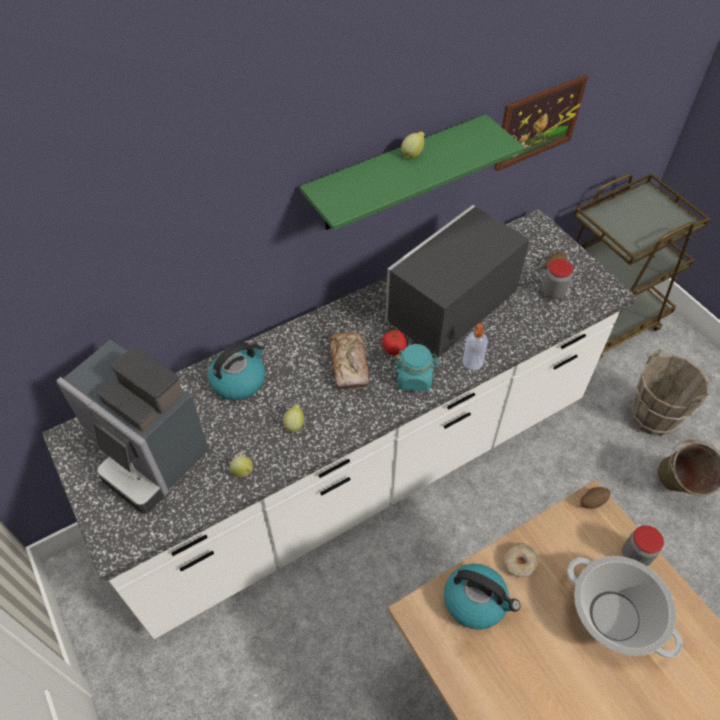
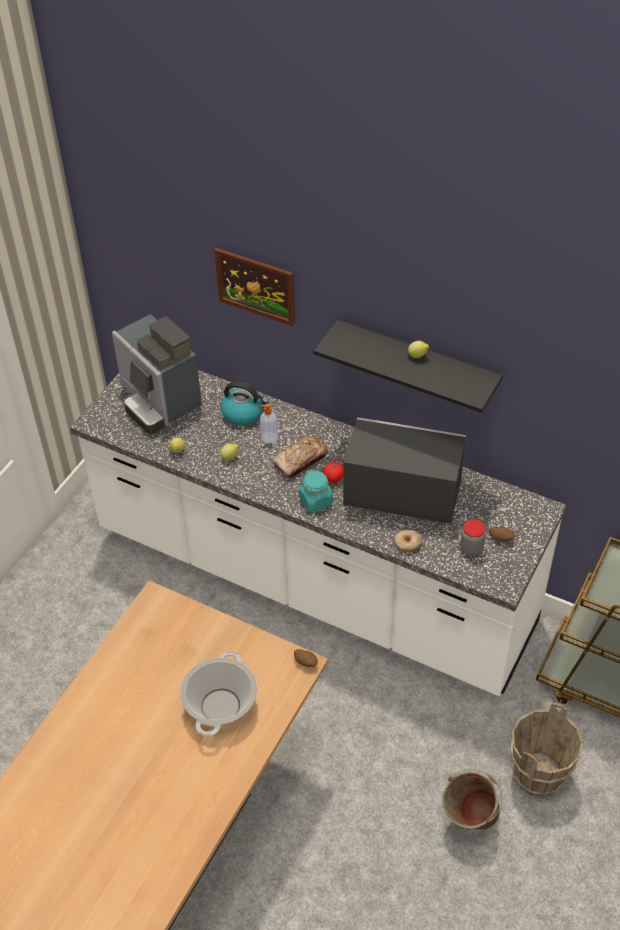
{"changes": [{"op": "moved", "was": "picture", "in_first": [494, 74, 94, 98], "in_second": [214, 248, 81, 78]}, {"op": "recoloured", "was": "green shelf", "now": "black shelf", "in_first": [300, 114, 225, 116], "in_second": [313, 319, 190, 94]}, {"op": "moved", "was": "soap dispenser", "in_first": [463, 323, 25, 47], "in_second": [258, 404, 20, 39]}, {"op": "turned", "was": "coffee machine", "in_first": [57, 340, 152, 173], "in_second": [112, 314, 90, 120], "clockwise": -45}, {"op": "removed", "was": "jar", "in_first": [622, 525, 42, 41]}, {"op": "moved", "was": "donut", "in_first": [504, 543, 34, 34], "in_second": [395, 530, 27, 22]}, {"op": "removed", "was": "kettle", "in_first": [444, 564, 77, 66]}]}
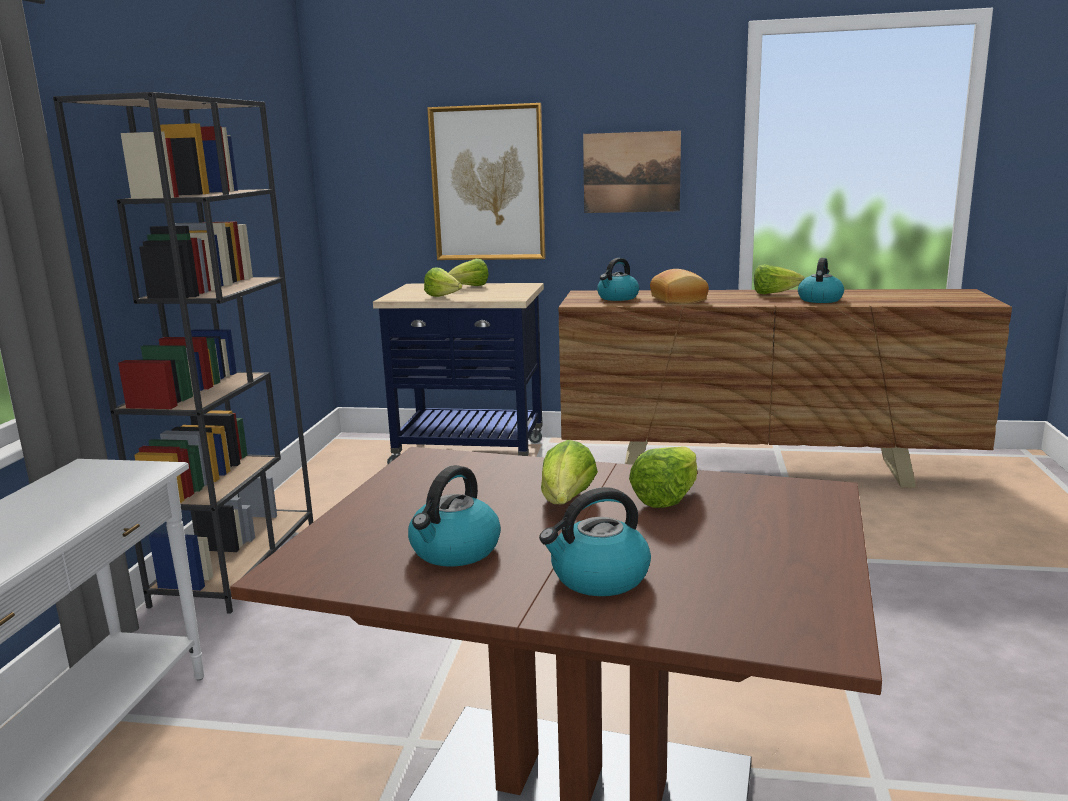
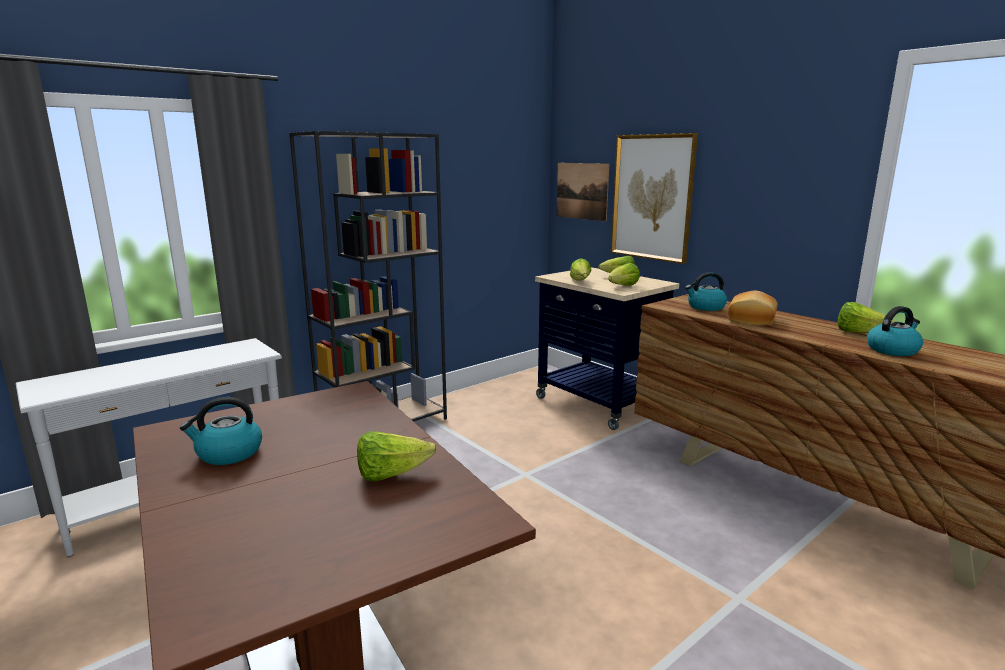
{"changes": [{"op": "moved", "was": "picture", "in_first": [583, 131, 98, 82], "in_second": [557, 163, 52, 59]}, {"op": "moved", "was": "lettuce", "in_first": [541, 440, 57, 64], "in_second": [608, 263, 32, 23]}, {"op": "removed", "was": "kettle", "in_first": [539, 487, 112, 109]}]}
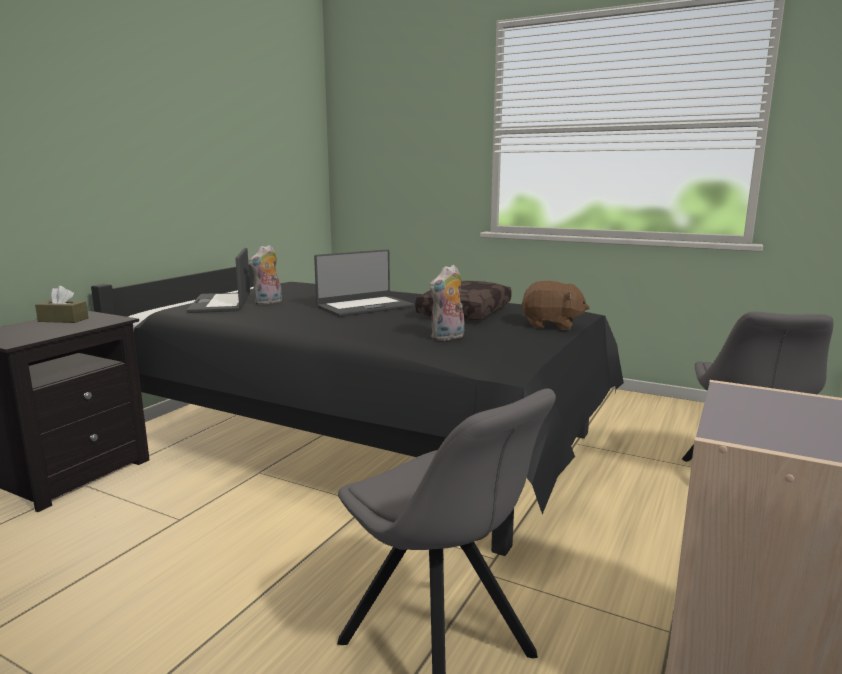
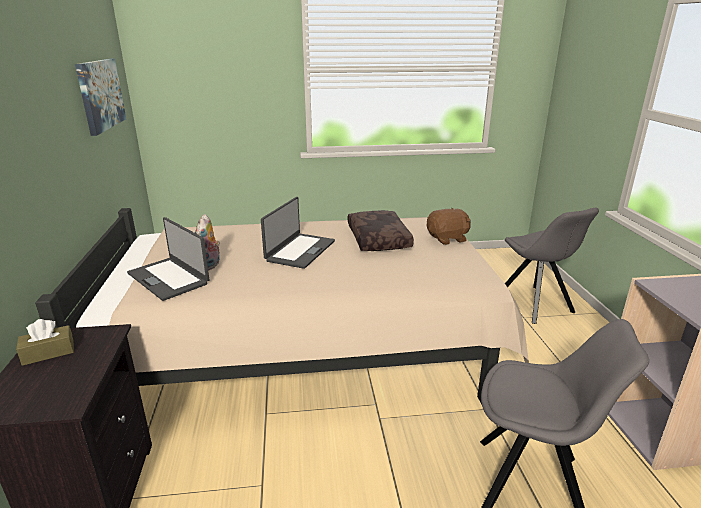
{"changes": [{"op": "recoloured", "was": "black bed", "now": "beige bed", "in_first": [91, 264, 533, 292], "in_second": [35, 208, 494, 196]}, {"op": "removed", "was": "plush toy", "in_first": [429, 265, 36, 76]}, {"op": "added", "now": "picture", "in_second": [75, 59, 51, 77]}]}
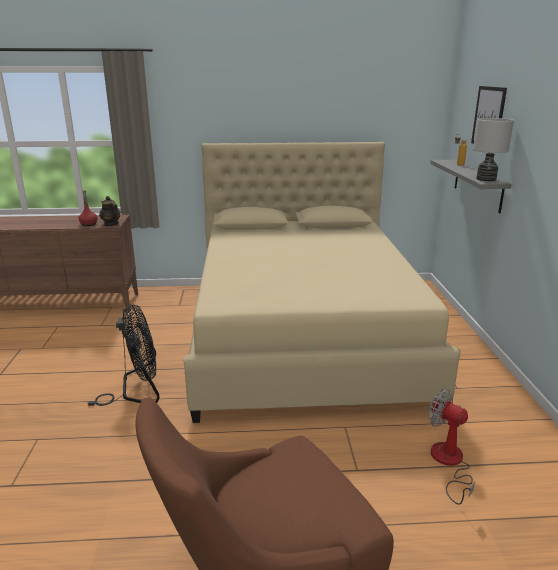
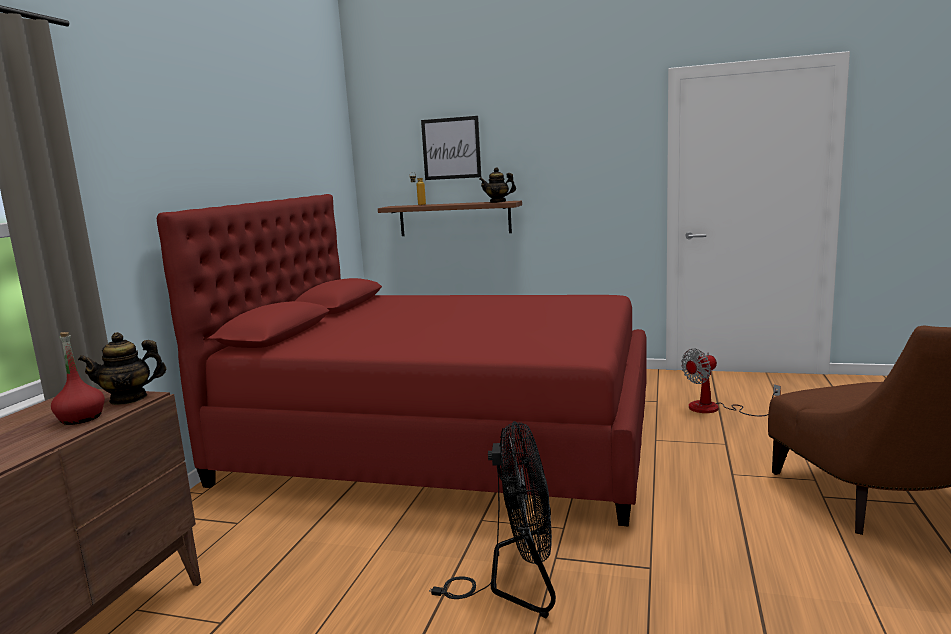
{"changes": [{"op": "replaced", "was": "grey table lamp", "now": "teapot", "in_first": [473, 118, 41, 63], "in_second": [479, 167, 37, 36]}, {"op": "recoloured", "was": "beige bed", "now": "red bed", "in_first": [183, 142, 278, 281], "in_second": [157, 194, 490, 333]}, {"op": "recoloured", "was": "grey shelf", "now": "brown shelf", "in_first": [430, 160, 82, 53], "in_second": [378, 201, 144, 35]}, {"op": "turned", "was": "black fan", "in_first": [87, 304, 72, 102], "in_second": [429, 421, 127, 198], "clockwise": 90}]}
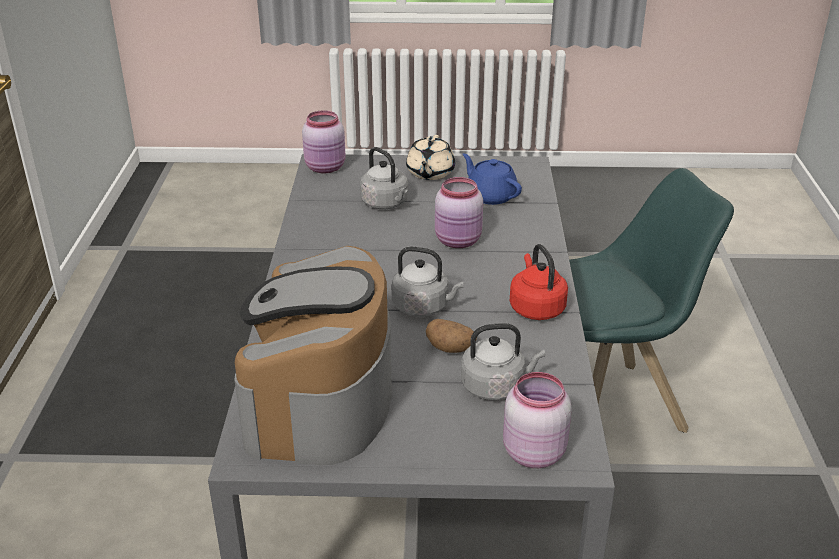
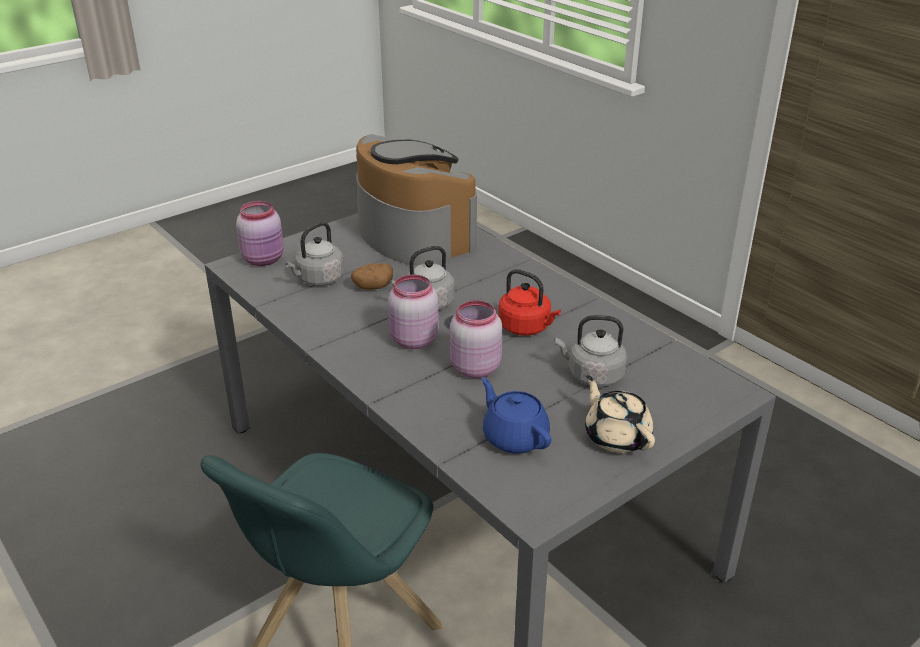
{"changes": [{"op": "moved", "was": "pink jar", "in_first": [302, 110, 44, 63], "in_second": [388, 274, 51, 75]}, {"op": "turned", "was": "blue teapot", "in_first": [463, 153, 59, 52], "in_second": [482, 378, 69, 76], "clockwise": -135}, {"op": "moved", "was": "red kettle", "in_first": [510, 244, 58, 76], "in_second": [498, 269, 63, 67]}]}
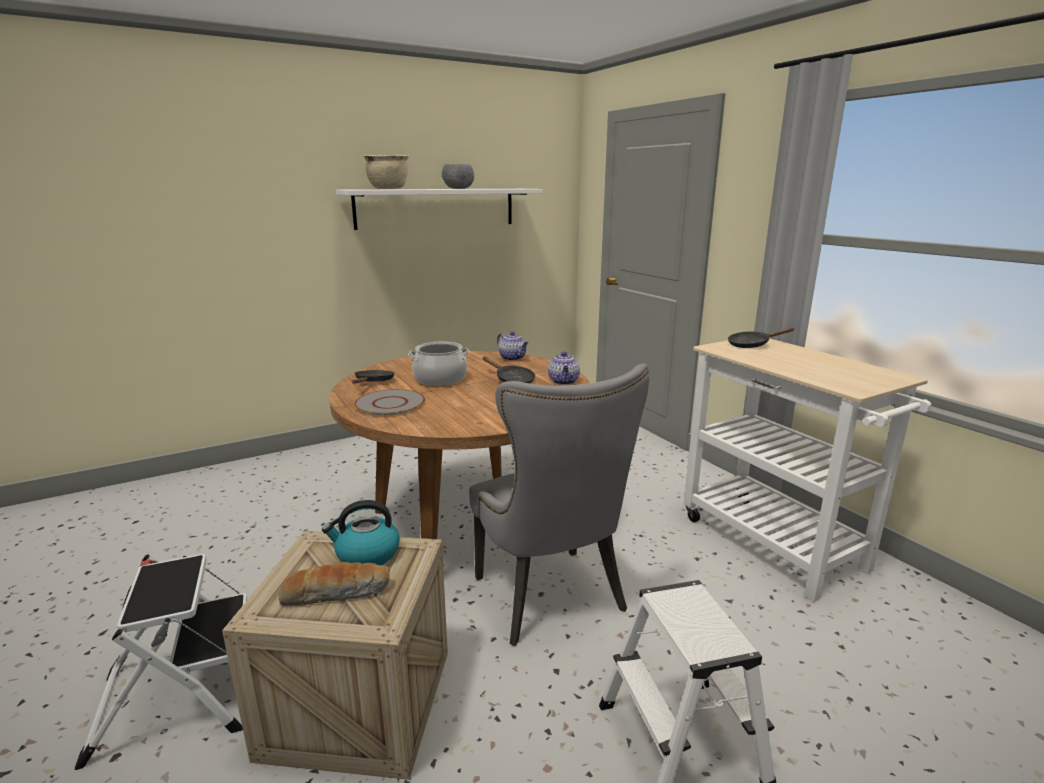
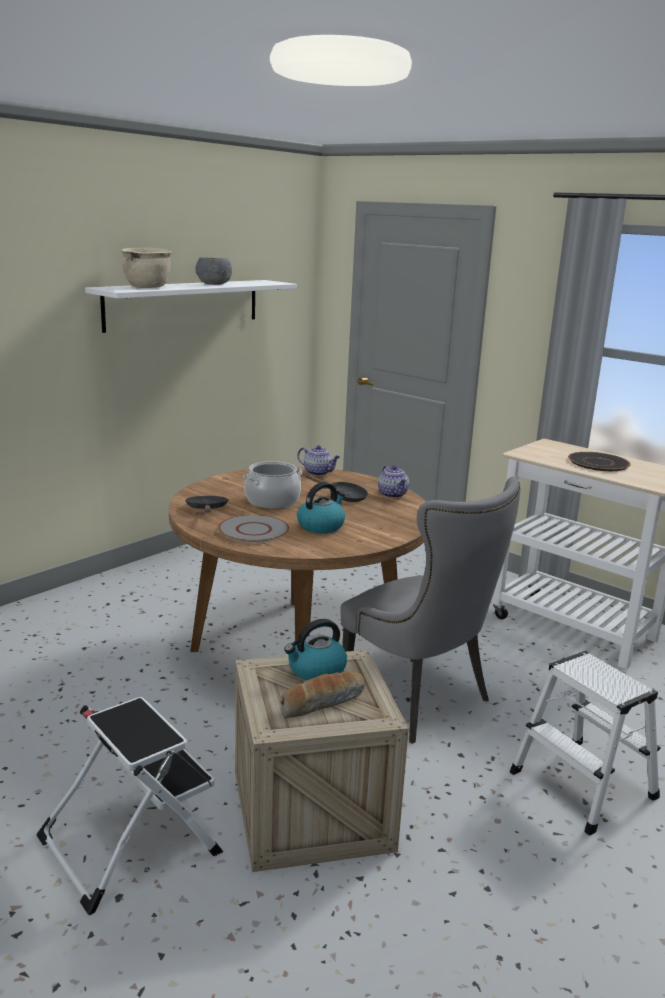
{"changes": [{"op": "removed", "was": "black frying pan", "in_first": [728, 328, 66, 20]}, {"op": "added", "now": "black plate", "in_second": [568, 452, 63, 19]}, {"op": "added", "now": "kettle", "in_second": [297, 482, 48, 51]}]}
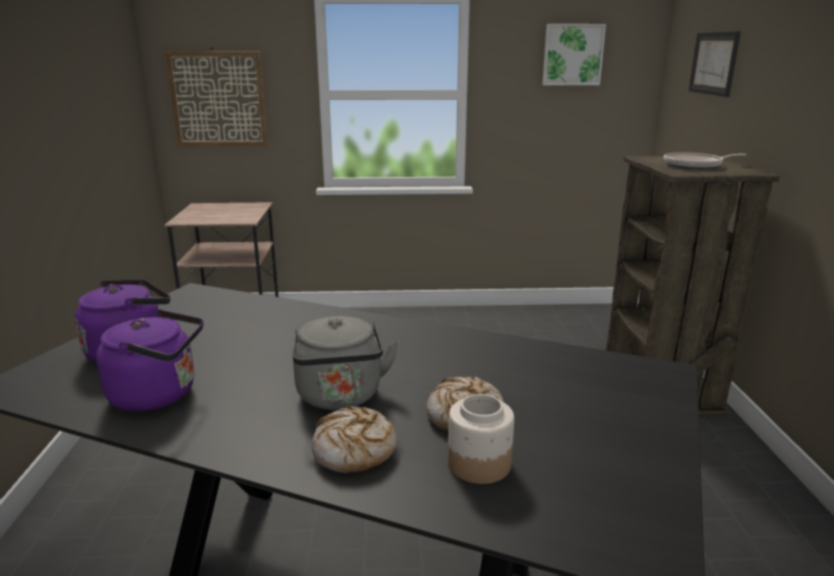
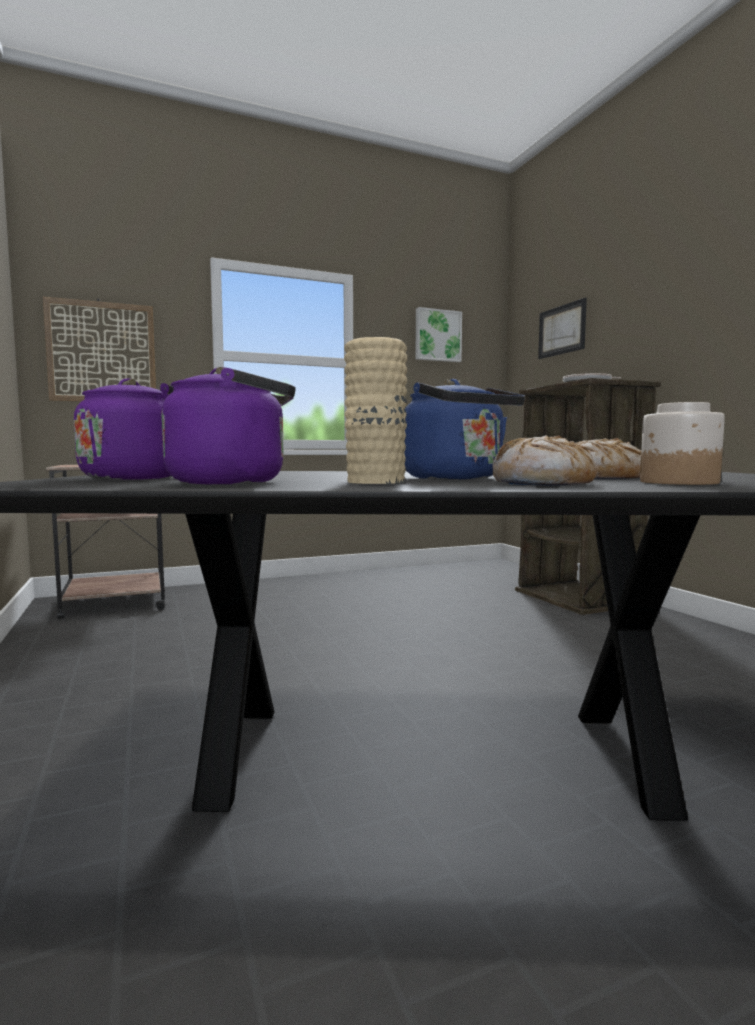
{"changes": [{"op": "recoloured", "was": "grey kettle", "now": "blue kettle", "in_first": [293, 316, 106, 94], "in_second": [404, 379, 121, 101]}, {"op": "added", "now": "beige vase", "in_second": [344, 337, 63, 147]}]}
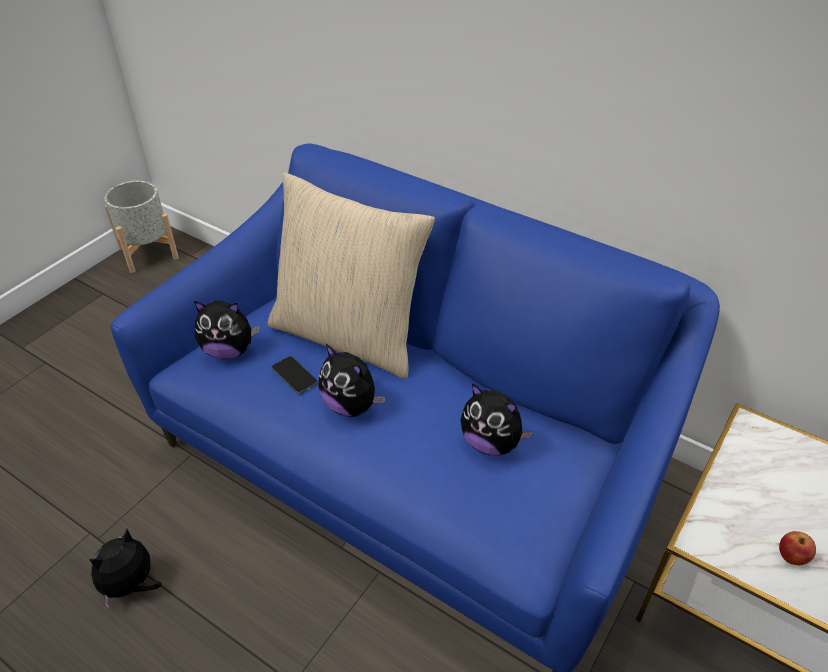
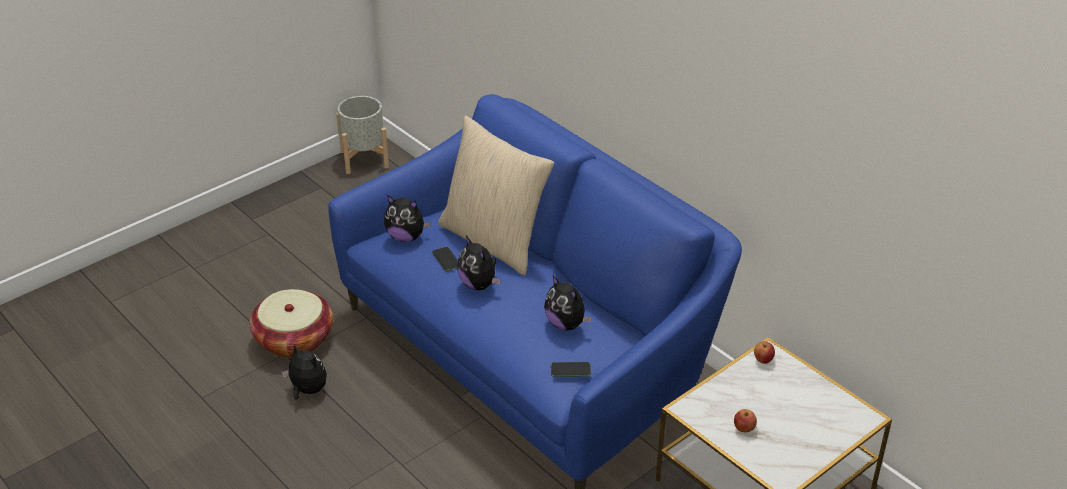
{"changes": [{"op": "turned", "was": "plush toy", "in_first": [89, 529, 73, 80], "in_second": [282, 344, 45, 56], "clockwise": 75}, {"op": "added", "now": "basket", "in_second": [250, 289, 83, 69]}, {"op": "added", "now": "apple", "in_second": [754, 341, 21, 23]}, {"op": "added", "now": "phone", "in_second": [551, 362, 40, 15]}]}
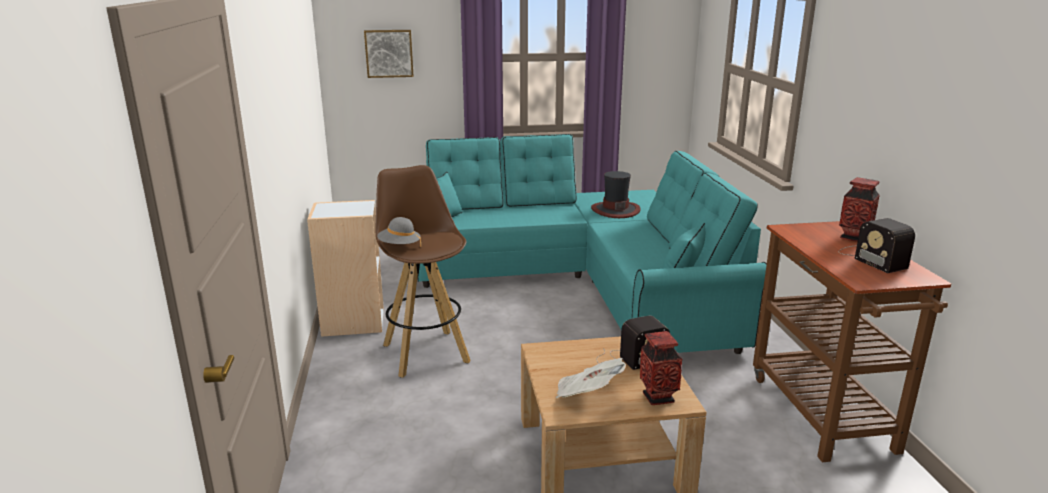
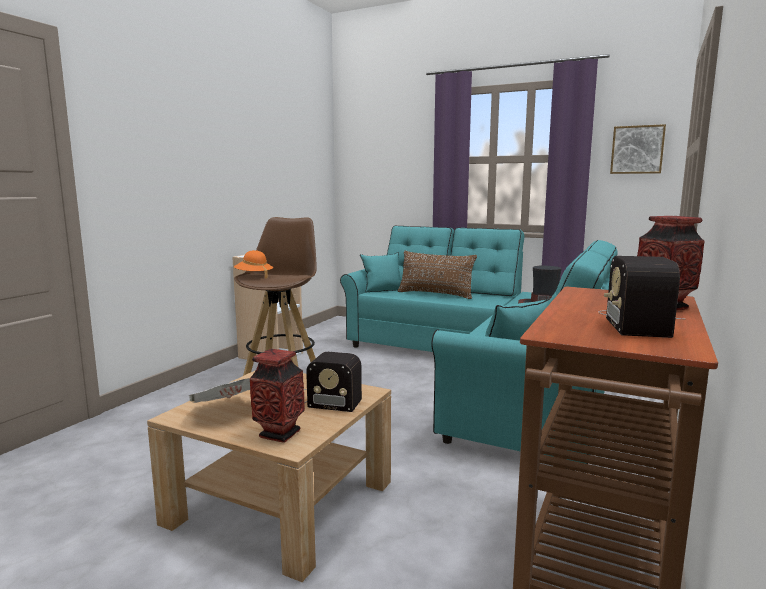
{"changes": [{"op": "moved", "was": "picture", "in_first": [364, 30, 50, 48], "in_second": [610, 124, 56, 50]}, {"op": "recoloured", "was": "grey hat", "now": "orange hat", "in_first": [377, 217, 44, 30], "in_second": [234, 250, 39, 29]}, {"op": "added", "now": "brown pillow", "in_second": [398, 251, 79, 48]}]}
